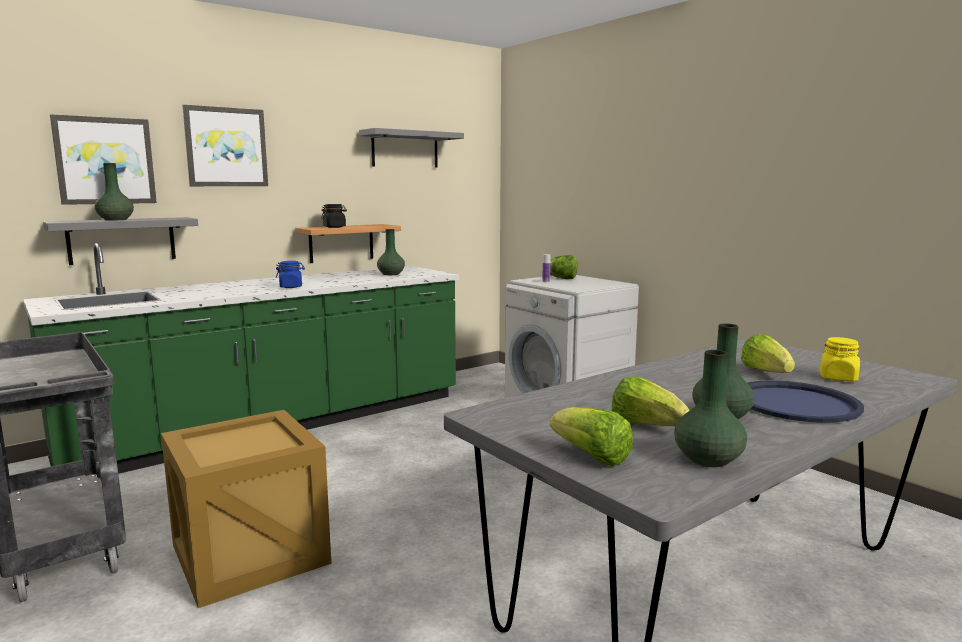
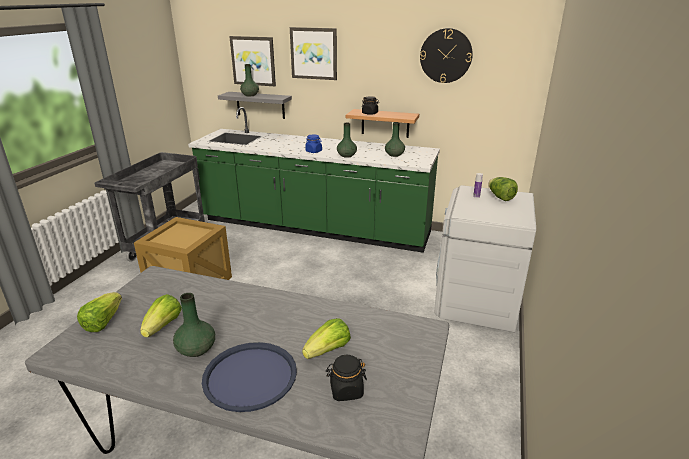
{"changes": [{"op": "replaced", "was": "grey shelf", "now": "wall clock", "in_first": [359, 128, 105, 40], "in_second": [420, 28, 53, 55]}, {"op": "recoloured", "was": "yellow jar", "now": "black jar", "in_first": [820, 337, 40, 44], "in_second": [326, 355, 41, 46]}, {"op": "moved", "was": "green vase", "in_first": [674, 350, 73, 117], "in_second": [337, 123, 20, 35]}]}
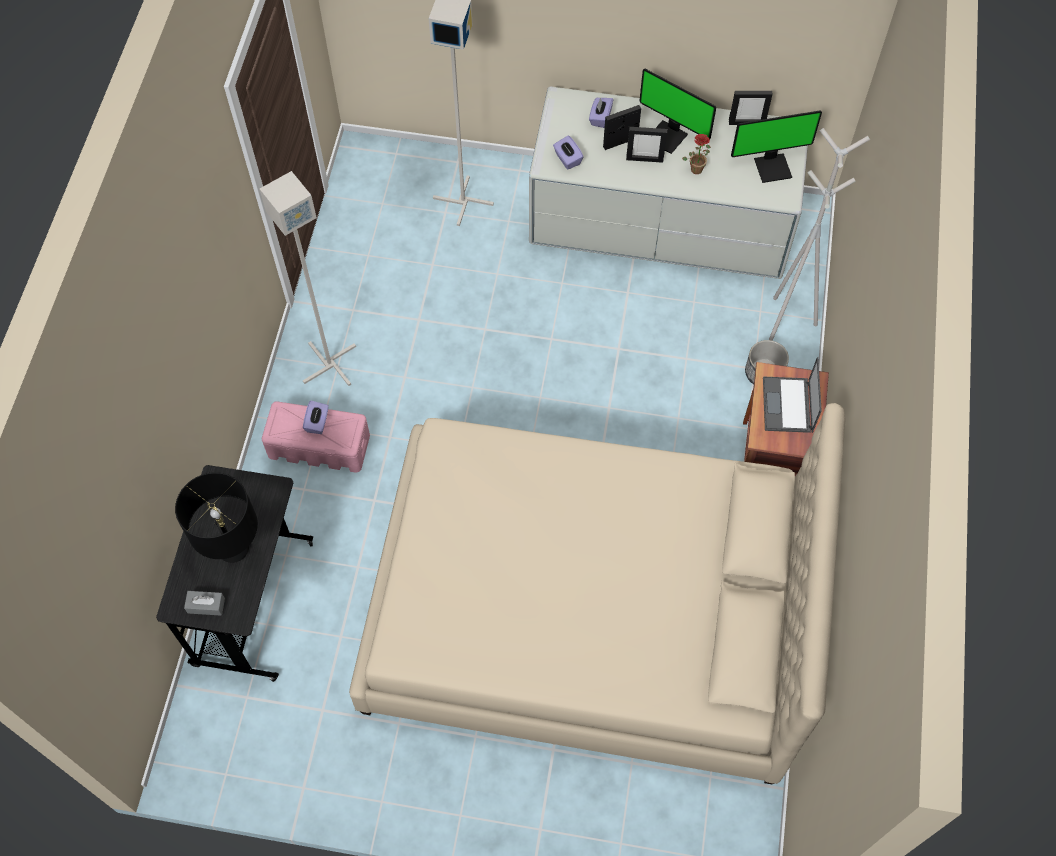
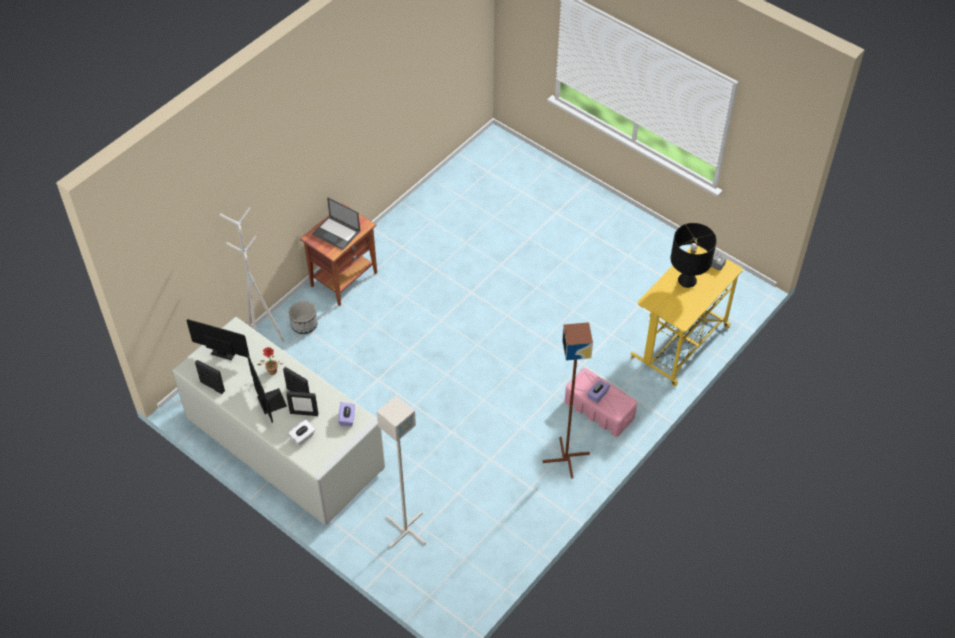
{"changes": [{"op": "recoloured", "was": "purple tissue box", "now": "white tissue box", "in_first": [589, 97, 24, 31], "in_second": [288, 420, 27, 25]}, {"op": "recoloured", "was": "grey floor lamp", "now": "brown floor lamp", "in_first": [260, 171, 96, 215], "in_second": [543, 322, 50, 156]}, {"op": "turned", "was": "laptop", "in_first": [763, 357, 59, 76], "in_second": [312, 197, 48, 53], "clockwise": 90}, {"op": "removed", "was": "beige bed", "in_first": [349, 403, 496, 381]}, {"op": "recoloured", "was": "black desk", "now": "yellow desk", "in_first": [156, 465, 157, 217], "in_second": [630, 246, 113, 140]}]}
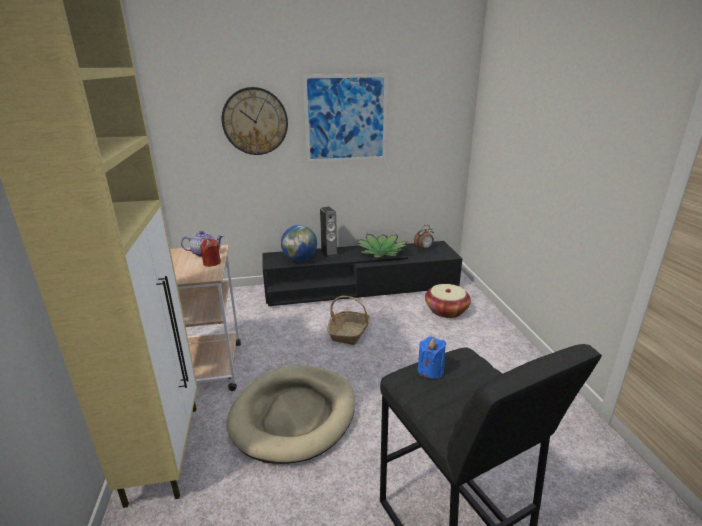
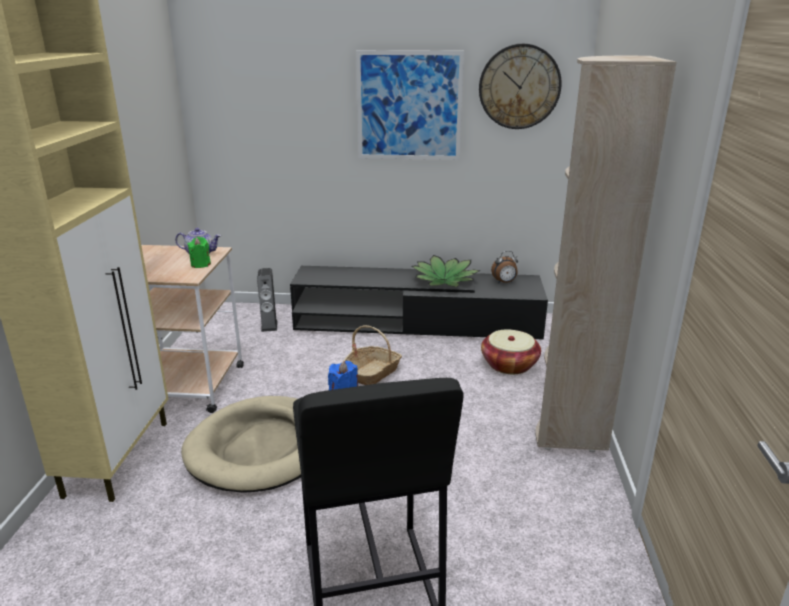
{"changes": [{"op": "moved", "was": "wall clock", "in_first": [222, 87, 66, 68], "in_second": [479, 44, 83, 85]}, {"op": "moved", "was": "speaker", "in_first": [320, 207, 18, 51], "in_second": [257, 268, 21, 64]}, {"op": "removed", "was": "globe", "in_first": [281, 225, 36, 36]}, {"op": "recoloured", "was": "red candle", "now": "green candle", "in_first": [200, 239, 21, 28], "in_second": [187, 237, 24, 31]}, {"op": "added", "now": "beige bookcase", "in_second": [535, 56, 142, 396]}]}
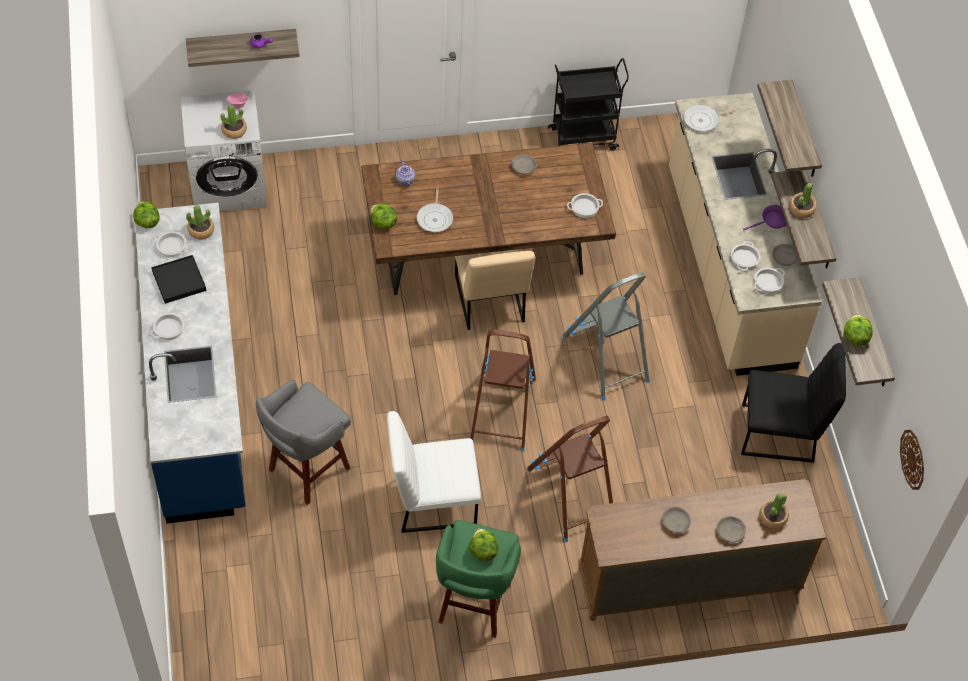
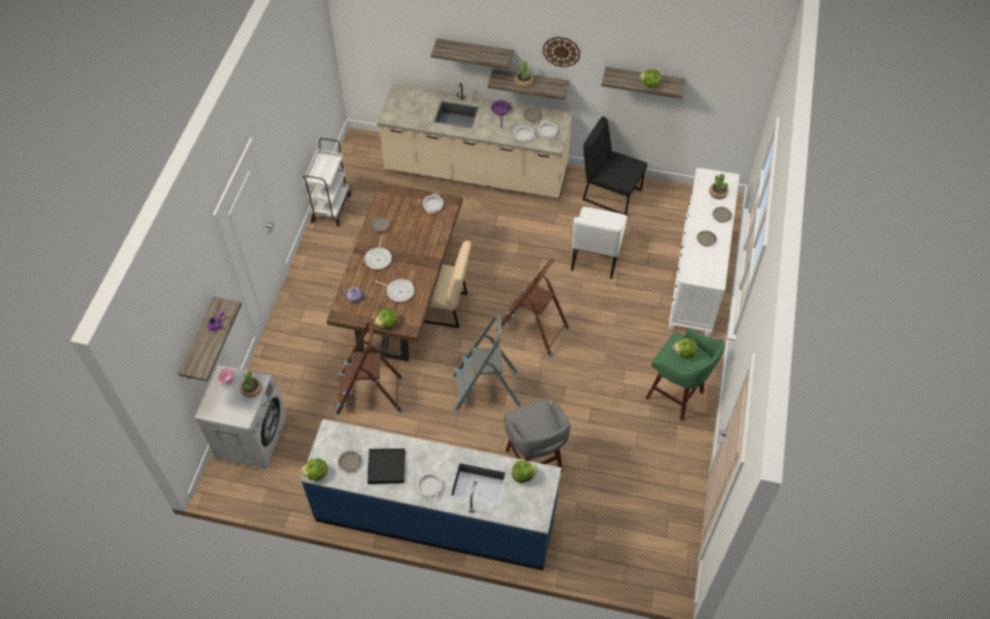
{"changes": [{"op": "recoloured", "was": "black cart", "now": "white cart", "in_first": [548, 58, 81, 93], "in_second": [303, 138, 48, 88]}, {"op": "moved", "was": "frying pan", "in_first": [684, 105, 52, 26], "in_second": [364, 236, 28, 33]}, {"op": "removed", "was": "potted plant", "in_first": [186, 205, 28, 34]}, {"op": "replaced", "was": "cooking pot", "now": "grey bowl", "in_first": [154, 231, 34, 27], "in_second": [338, 451, 23, 20]}, {"op": "moved", "was": "grey step ladder", "in_first": [563, 272, 87, 129], "in_second": [452, 315, 70, 96]}, {"op": "turned", "was": "black chair", "in_first": [741, 343, 105, 120], "in_second": [583, 116, 64, 100], "clockwise": -90}, {"op": "moved", "was": "white chair", "in_first": [387, 411, 94, 122], "in_second": [571, 207, 56, 72]}, {"op": "moved", "was": "brown step ladder", "in_first": [527, 416, 86, 126], "in_second": [335, 321, 69, 94]}, {"op": "moved", "was": "wall clock", "in_first": [900, 430, 24, 60], "in_second": [543, 37, 37, 30]}, {"op": "recoloured", "was": "brown dresser", "now": "white dresser", "in_first": [578, 479, 248, 142], "in_second": [669, 168, 71, 169]}, {"op": "added", "now": "lettuce", "in_second": [511, 461, 27, 22]}]}
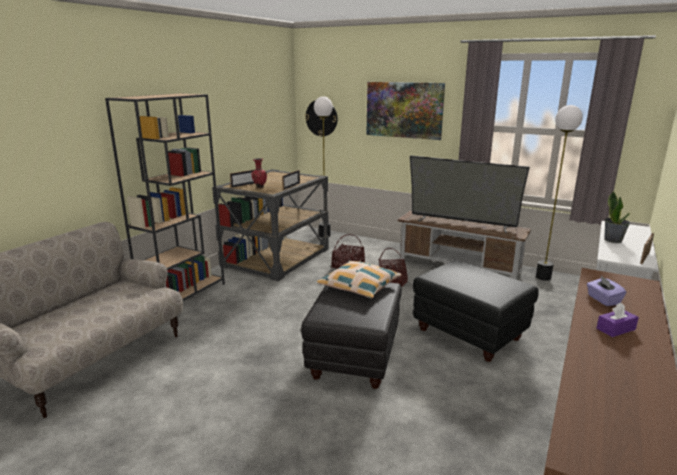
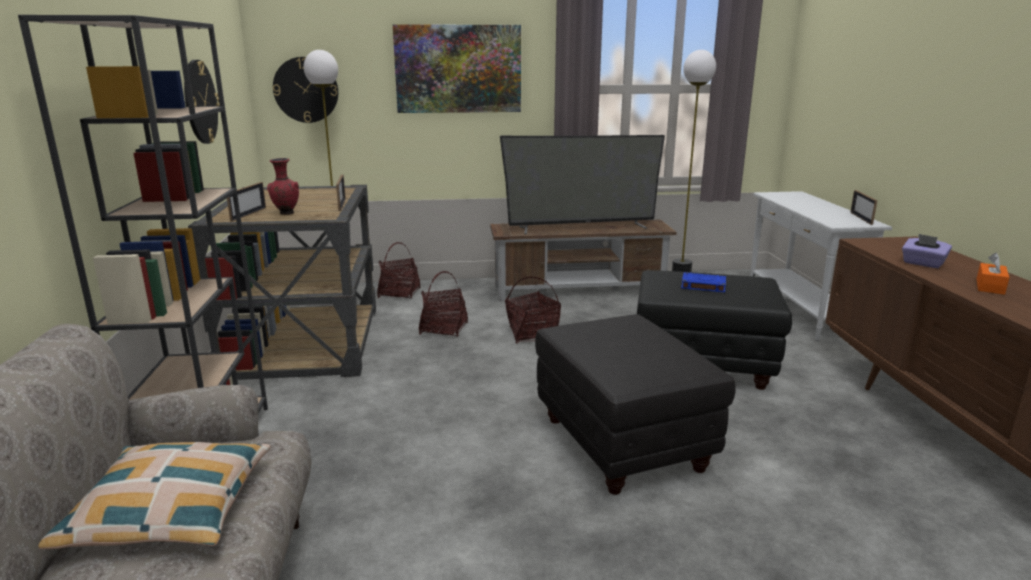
{"changes": [{"op": "removed", "was": "potted plant", "in_first": [604, 191, 26, 52]}, {"op": "moved", "was": "pillow", "in_first": [317, 261, 85, 38], "in_second": [38, 442, 233, 107]}, {"op": "recoloured", "was": "purple tissue box", "now": "orange tissue box", "in_first": [596, 303, 43, 34], "in_second": [976, 253, 34, 42]}, {"op": "added", "now": "wall clock", "in_second": [184, 60, 36, 84]}, {"op": "added", "now": "basket", "in_second": [377, 242, 44, 56]}, {"op": "added", "now": "blue book", "in_second": [681, 272, 45, 20]}]}
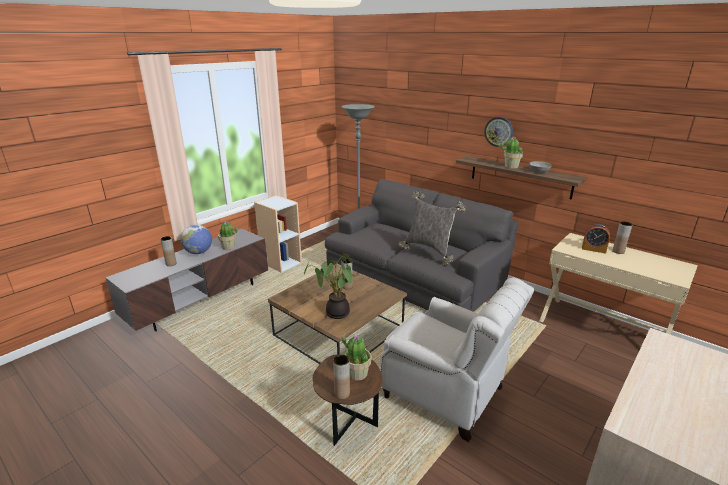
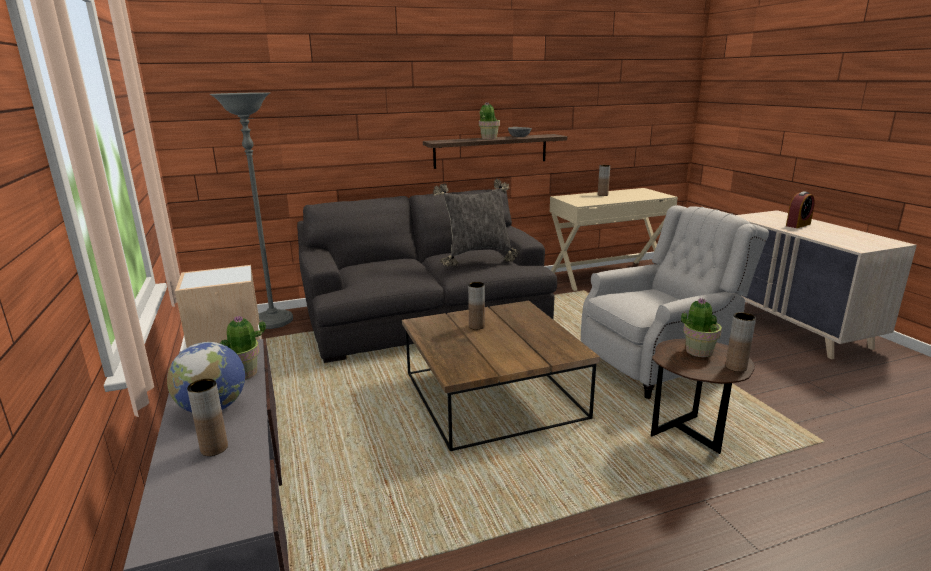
{"changes": [{"op": "removed", "was": "wall clock", "in_first": [484, 117, 29, 30]}, {"op": "moved", "was": "alarm clock", "in_first": [582, 224, 28, 30], "in_second": [786, 191, 29, 37]}, {"op": "removed", "was": "potted plant", "in_first": [304, 252, 50, 67]}]}
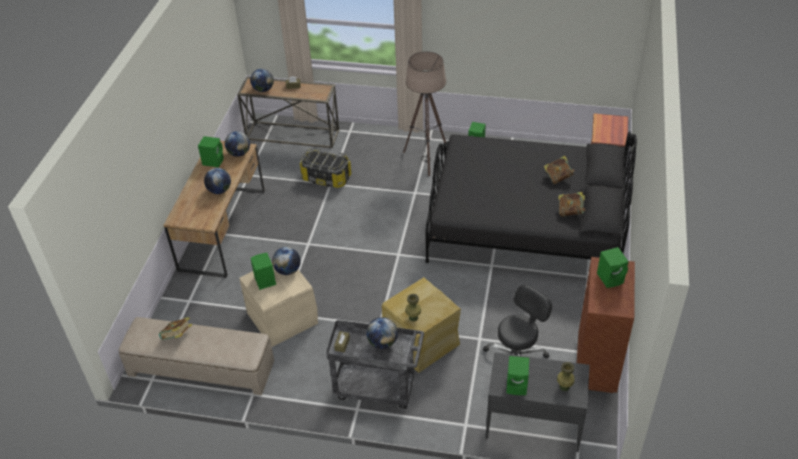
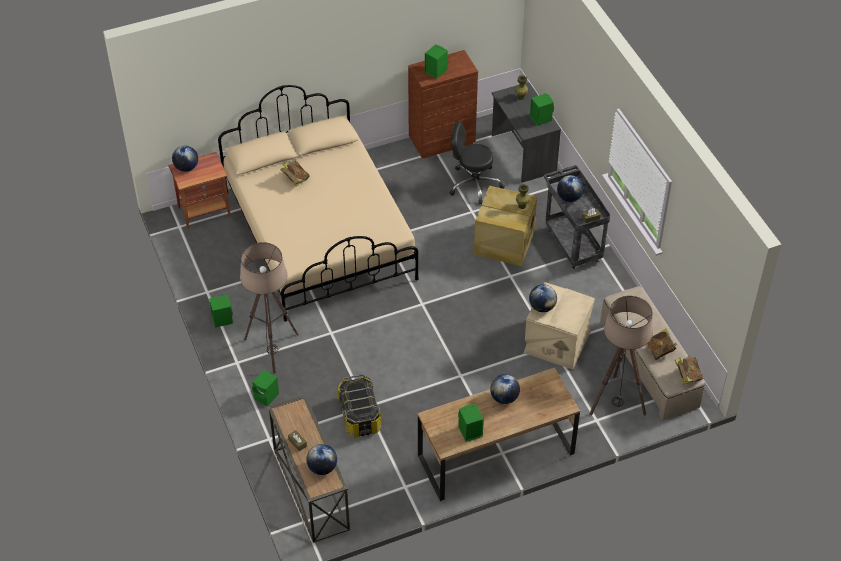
{"changes": [{"op": "moved", "was": "globe", "in_first": [225, 131, 25, 26], "in_second": [172, 146, 26, 26]}, {"op": "recoloured", "was": "black bed", "now": "beige bed", "in_first": [425, 132, 212, 131], "in_second": [218, 85, 201, 237]}, {"op": "moved", "was": "book", "in_first": [559, 192, 27, 25], "in_second": [675, 356, 28, 28]}, {"op": "moved", "was": "green speaker", "in_first": [251, 253, 25, 37], "in_second": [252, 370, 27, 36]}, {"op": "added", "now": "floor lamp", "in_second": [589, 296, 64, 120]}]}
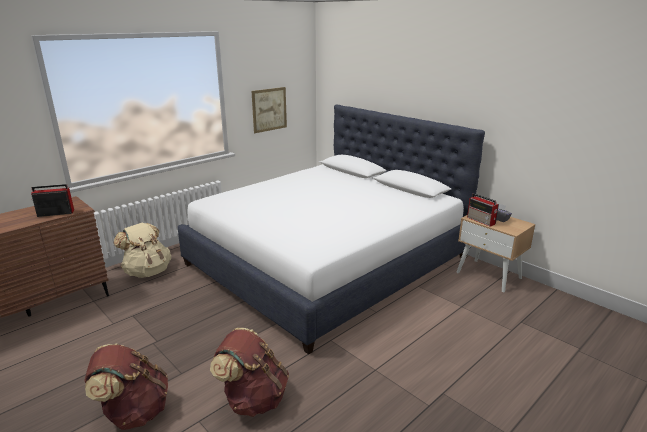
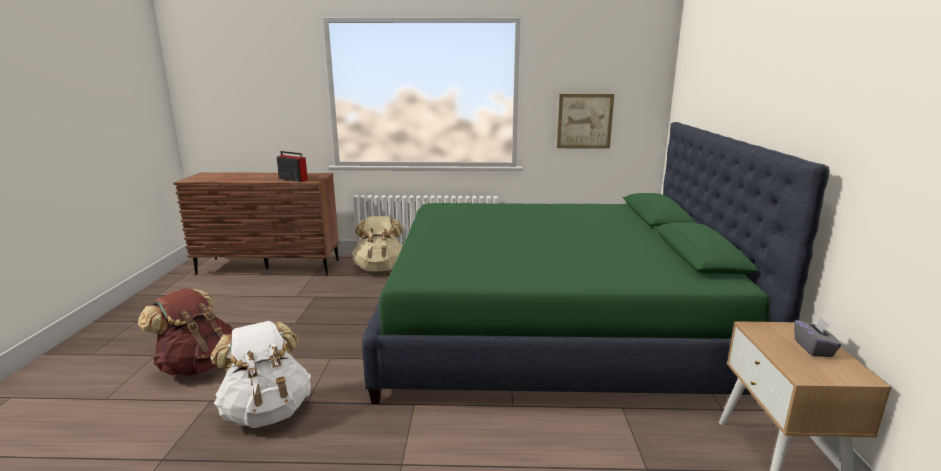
{"changes": [{"op": "recoloured", "was": "white bed", "now": "green bed", "in_first": [178, 105, 307, 250], "in_second": [362, 122, 468, 282]}, {"op": "removed", "was": "radio", "in_first": [467, 193, 32, 34]}, {"op": "recoloured", "was": "brown backpack", "now": "white backpack", "in_first": [210, 328, 79, 89], "in_second": [211, 321, 100, 107]}]}
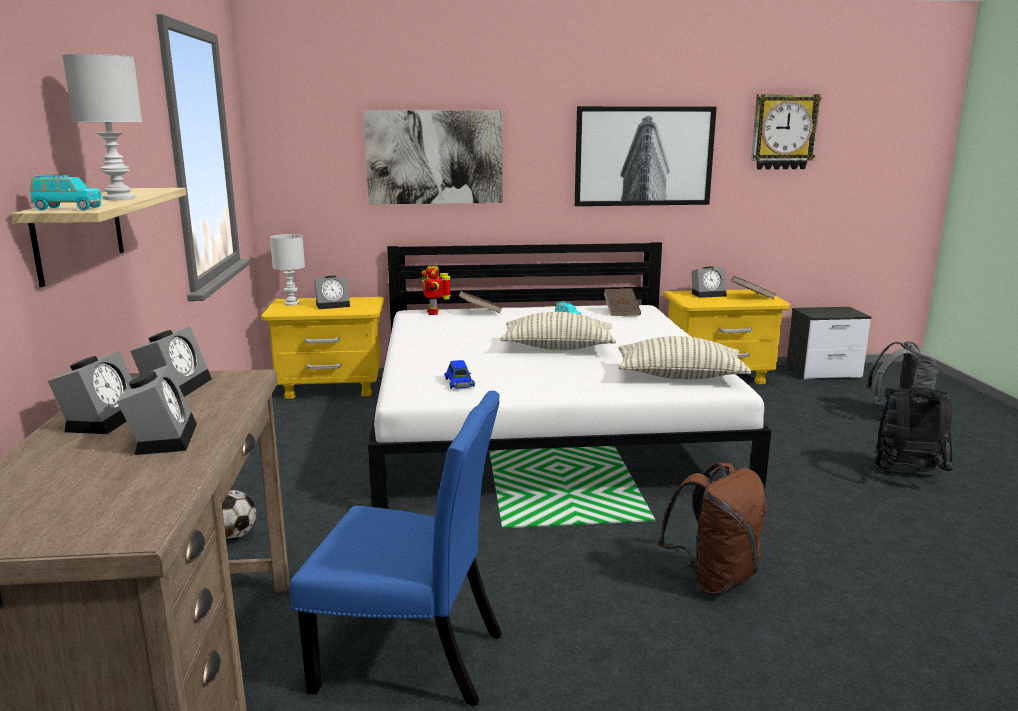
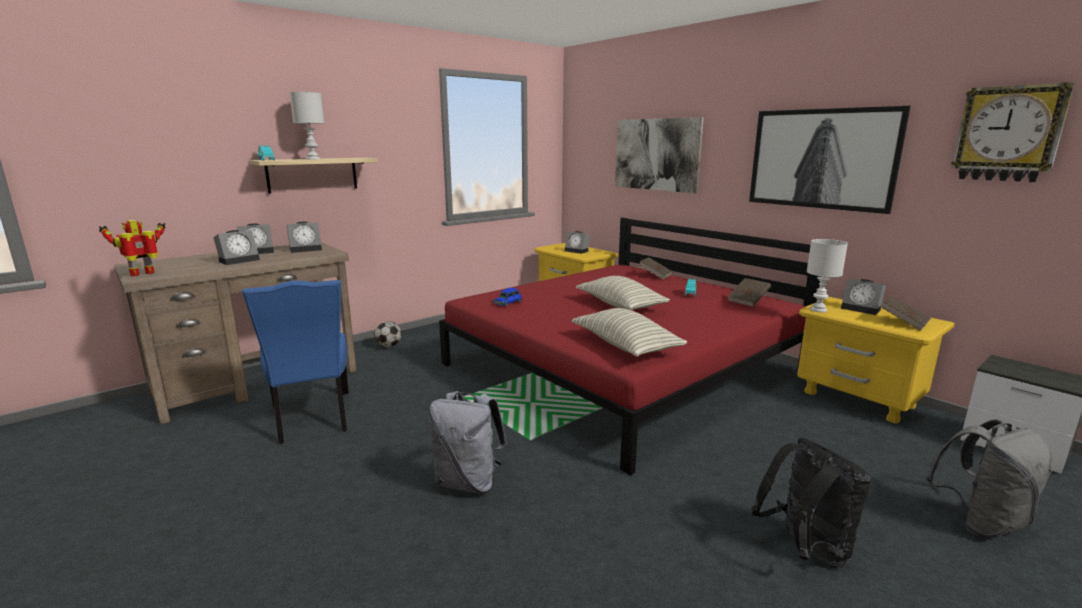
{"changes": [{"op": "moved", "was": "white table lamp", "in_first": [270, 234, 35, 72], "in_second": [807, 239, 41, 73]}, {"op": "recoloured", "was": "white bed", "now": "red bed", "in_first": [368, 242, 403, 267], "in_second": [439, 217, 383, 259]}, {"op": "moved", "was": "toy robot", "in_first": [420, 266, 31, 49], "in_second": [99, 220, 67, 56]}, {"op": "recoloured", "was": "brown backpack", "now": "grey backpack", "in_first": [657, 463, 110, 133], "in_second": [429, 391, 78, 102]}]}
